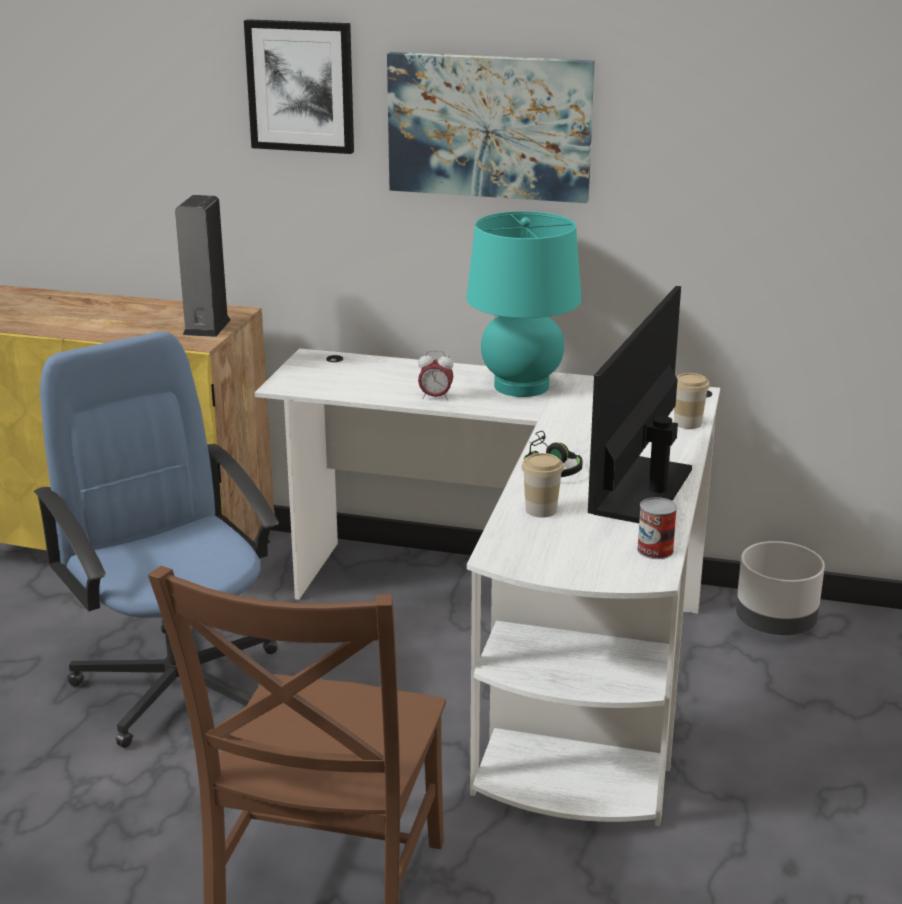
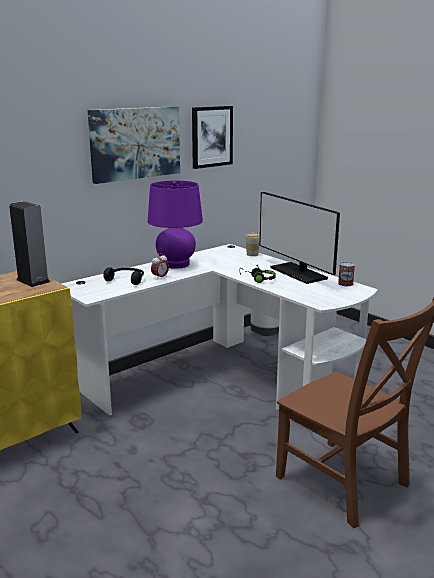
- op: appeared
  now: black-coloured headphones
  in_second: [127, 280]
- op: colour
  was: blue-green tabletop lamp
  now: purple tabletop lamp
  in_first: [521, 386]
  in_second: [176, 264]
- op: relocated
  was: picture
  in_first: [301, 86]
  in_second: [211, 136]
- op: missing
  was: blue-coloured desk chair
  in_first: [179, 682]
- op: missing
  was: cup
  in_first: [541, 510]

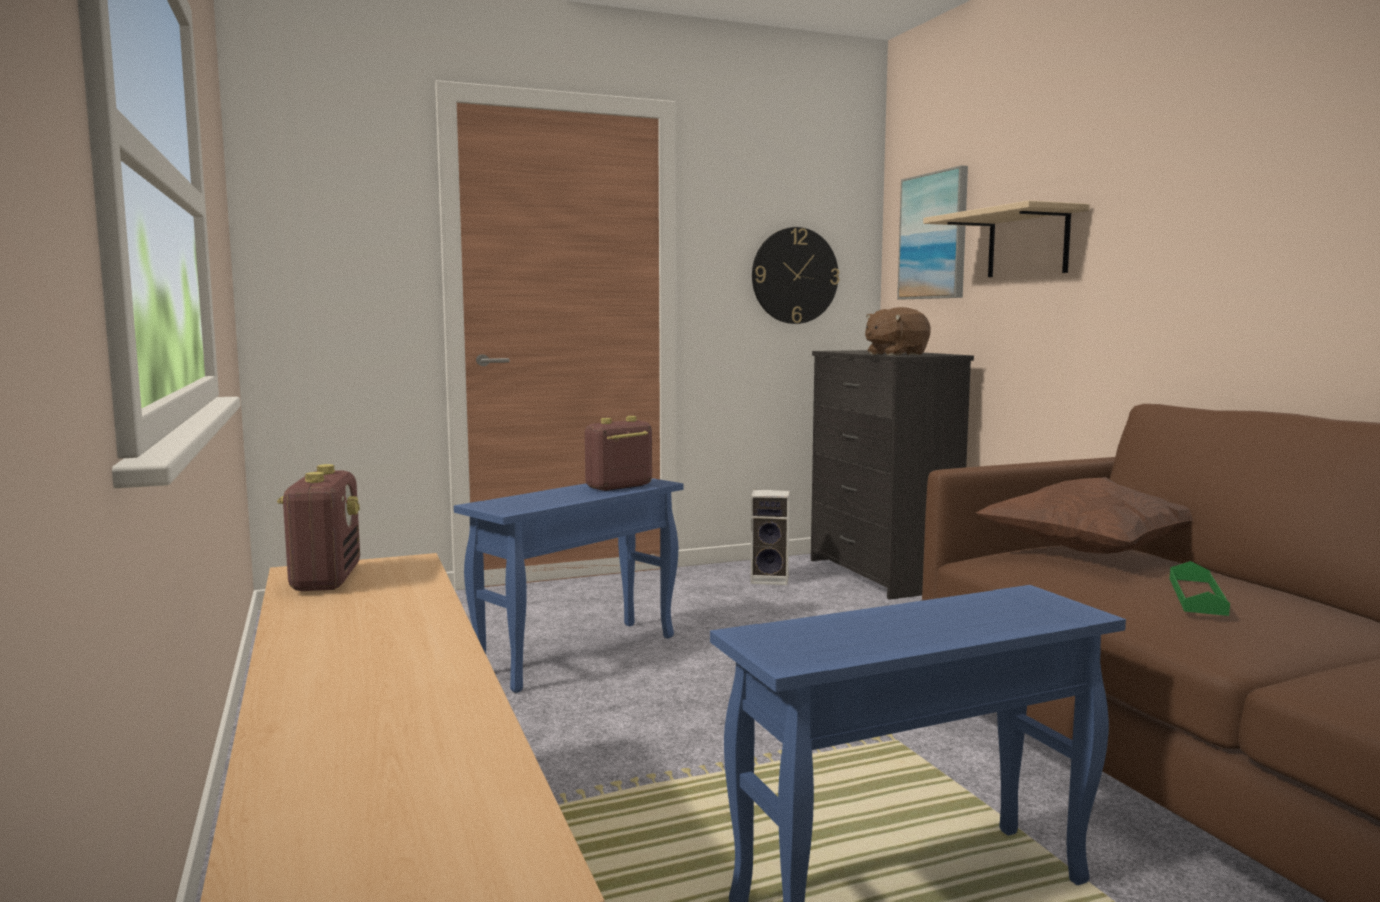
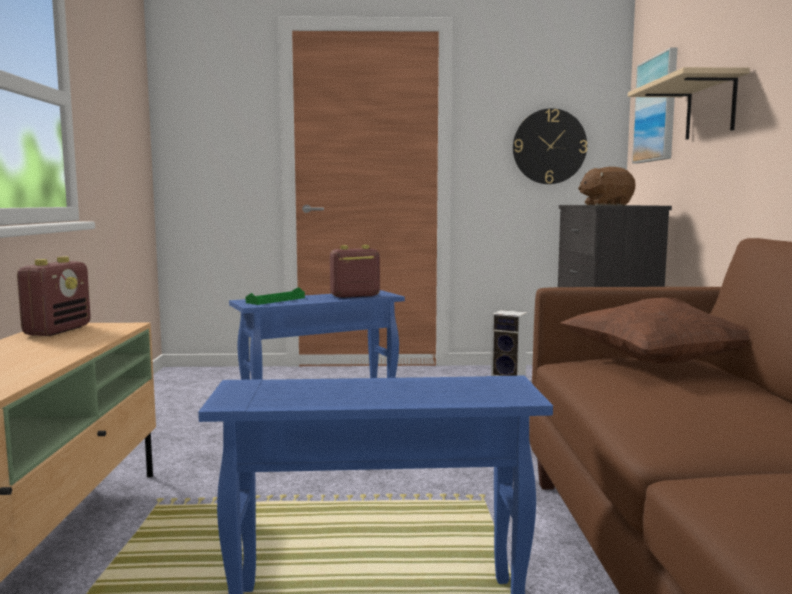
- op: relocated
  was: greenish carrying tray
  in_first: [1197, 596]
  in_second: [276, 300]

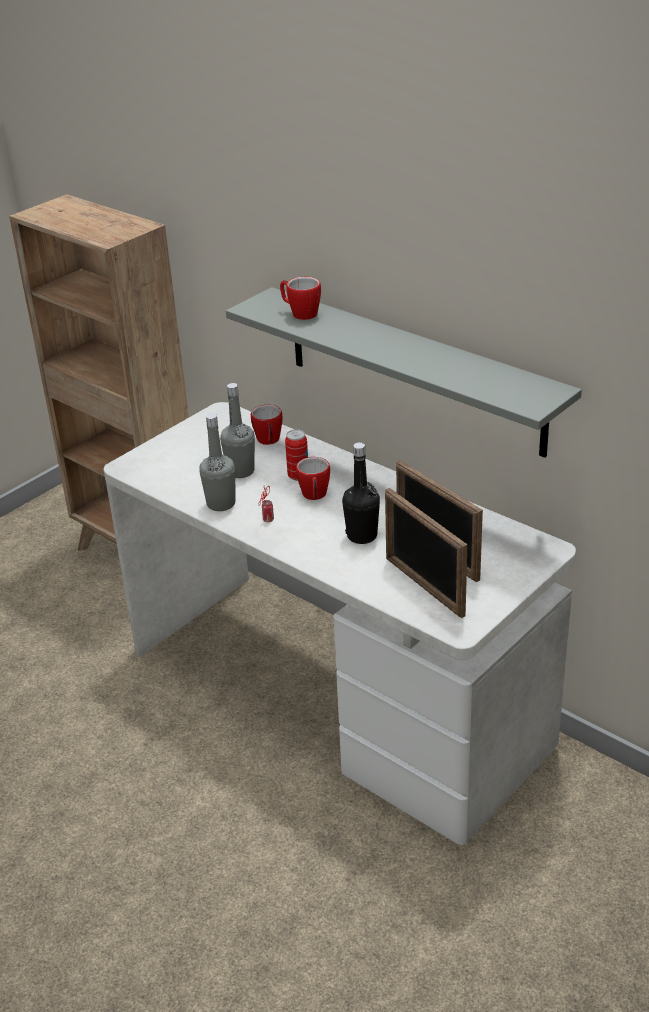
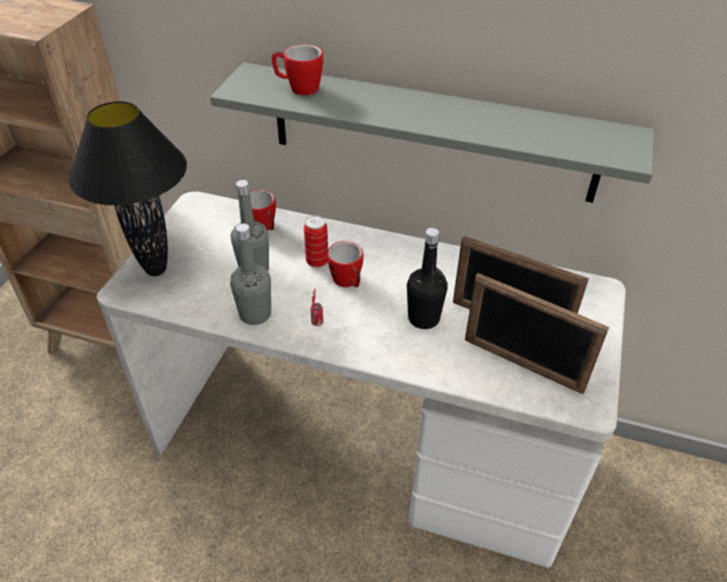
- op: appeared
  now: black-coloured tabletop lamp
  in_second: [157, 269]

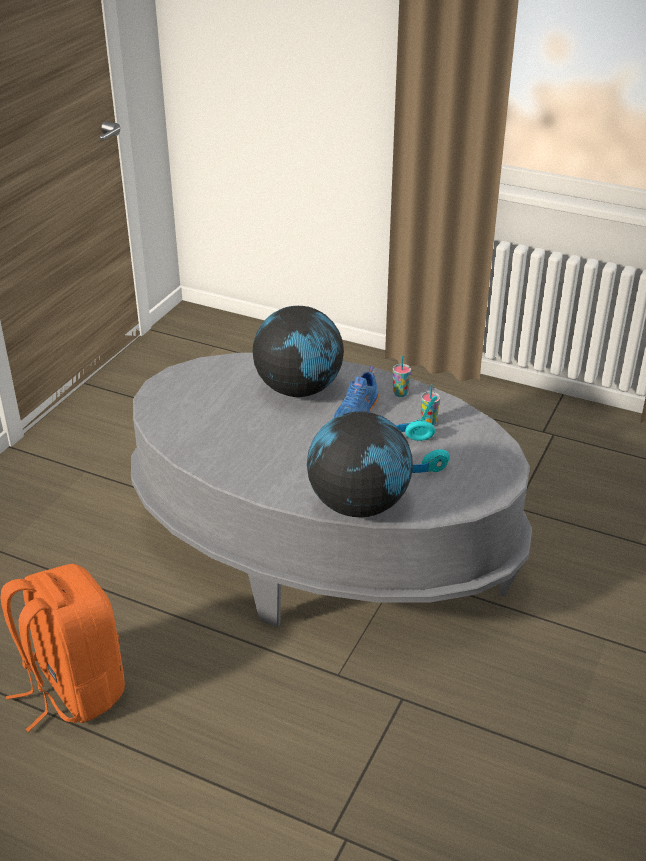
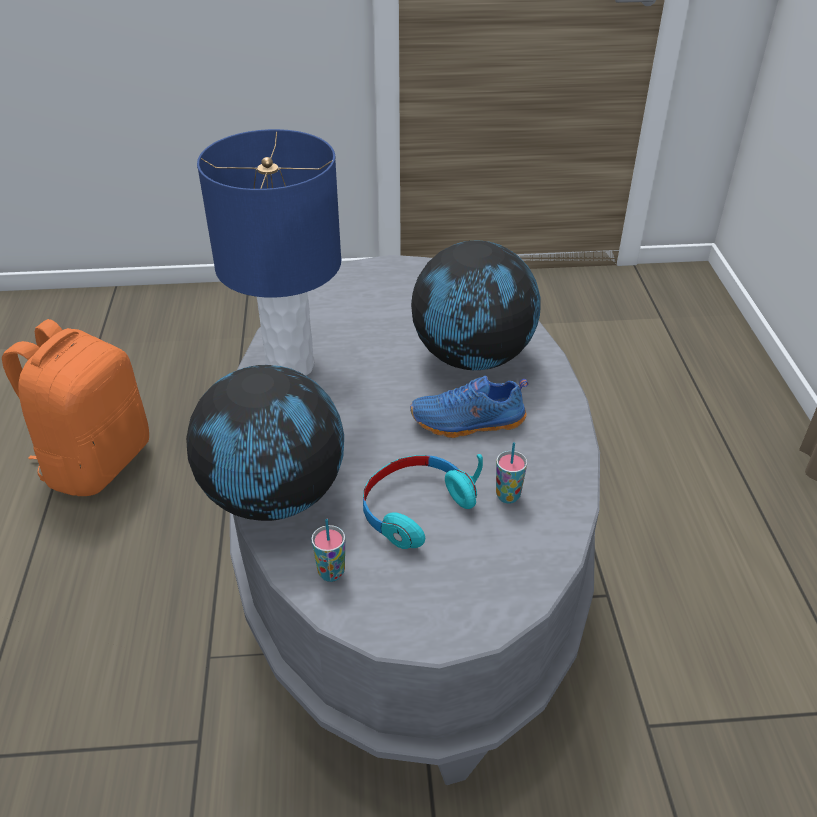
- op: appeared
  now: blue-coloured tabletop lamp
  in_second: [290, 366]
- op: relocated
  was: cup
  in_first: [400, 393]
  in_second: [331, 573]

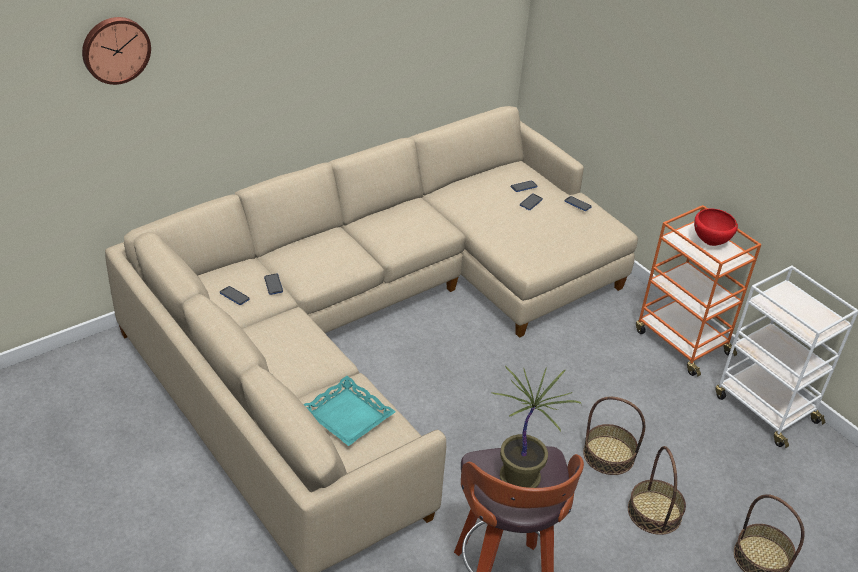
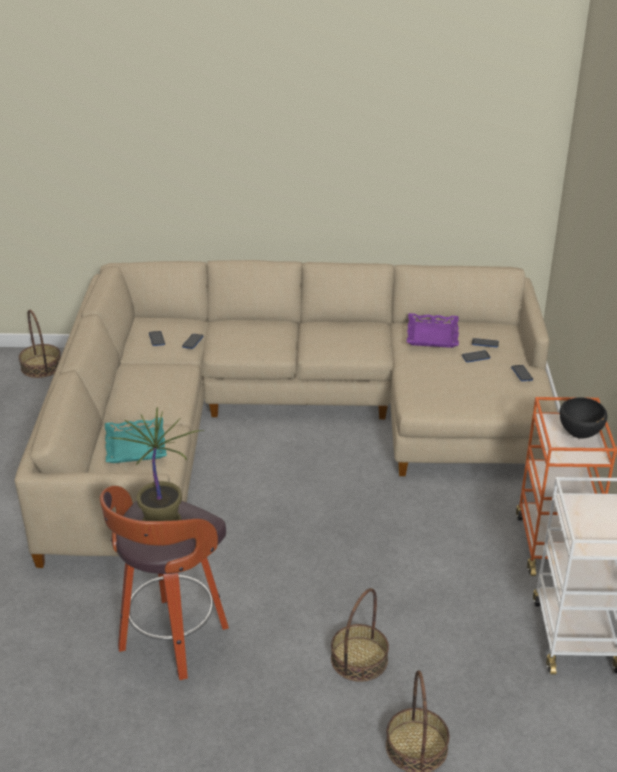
- op: relocated
  was: basket
  in_first: [608, 455]
  in_second: [41, 366]
- op: appeared
  now: purple carrying tray
  in_second: [431, 335]
- op: colour
  was: red serving bowl
  now: black-coloured serving bowl
  in_first: [711, 242]
  in_second: [580, 435]
- op: missing
  was: clock on the wall
  in_first: [115, 49]

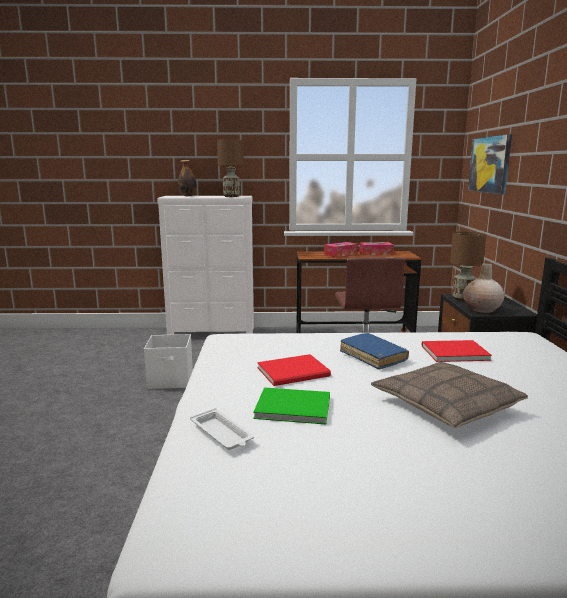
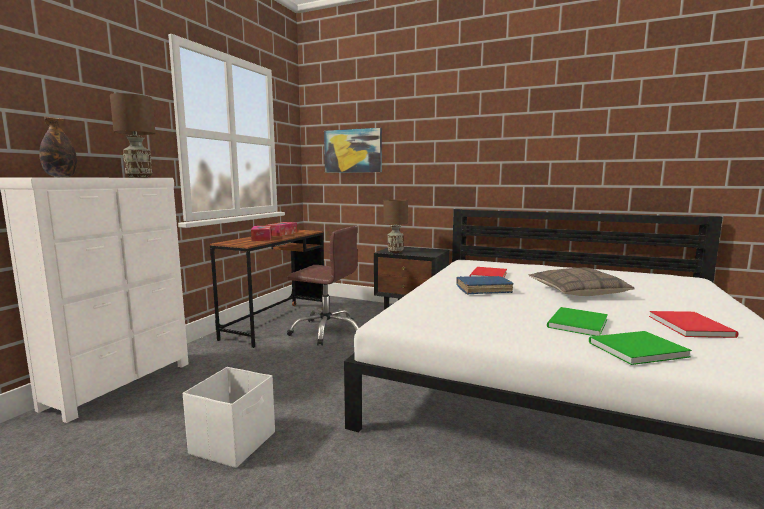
- op: exchanged
  was: white-coloured carrying tray
  now: greenish bound book
  in_first: [222, 434]
  in_second: [634, 349]
- op: relocated
  was: red bound book
  in_first: [295, 372]
  in_second: [690, 325]
- op: missing
  was: sand-coloured flower vase
  in_first: [482, 309]

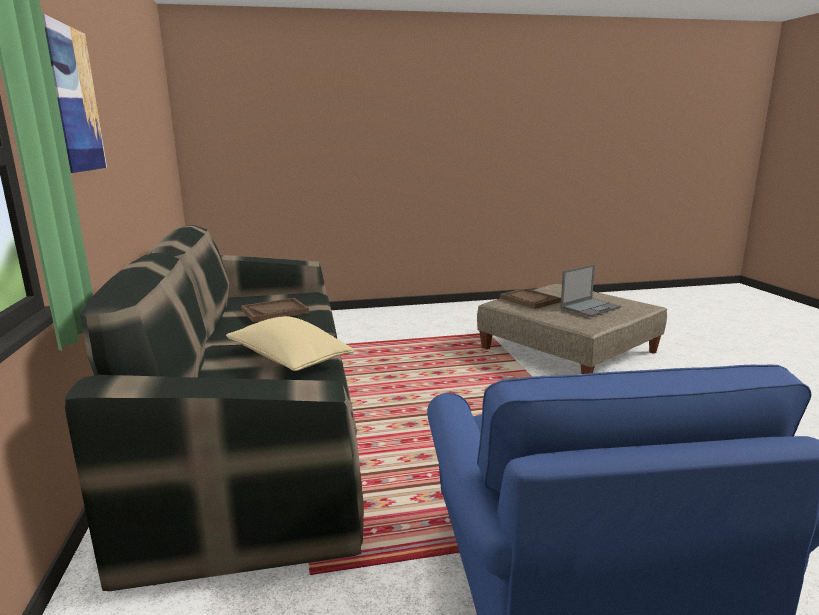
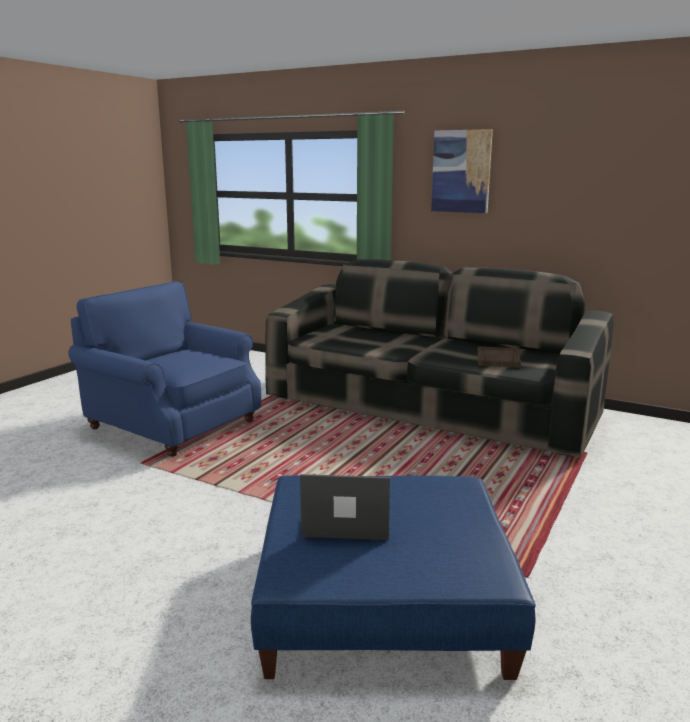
- op: colour
  was: sand-coloured ottoman
  now: blue-coloured ottoman
  in_first: [568, 350]
  in_second: [383, 600]
- op: spun
  was: portable computer
  in_first: [590, 307]
  in_second: [345, 522]
  clockwise: 90
- op: missing
  was: sand-coloured pillow
  in_first: [288, 360]
- op: missing
  was: brown carrying tray
  in_first: [529, 300]

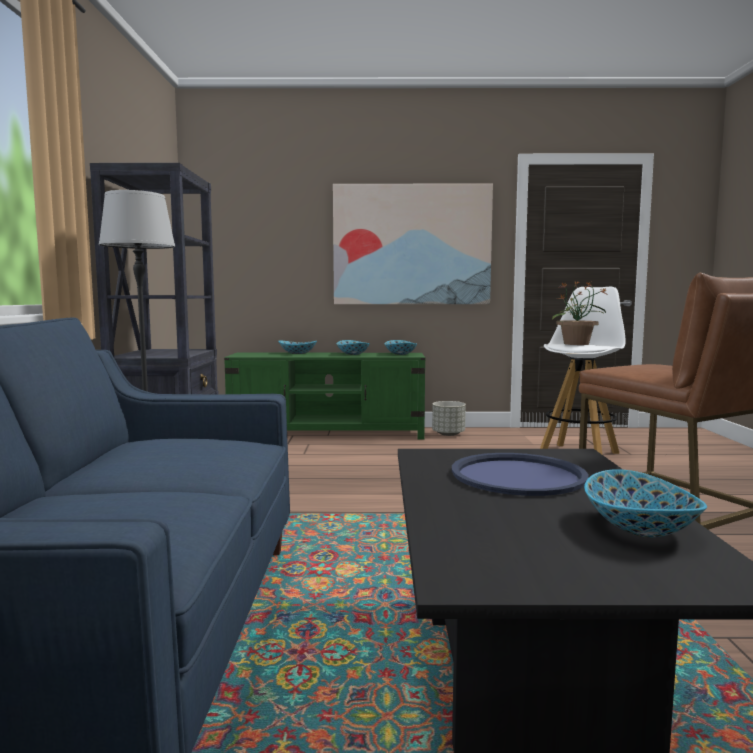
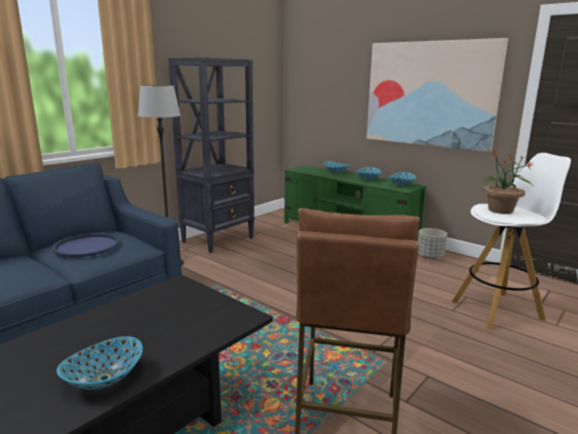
- op: relocated
  was: blue-coloured carrying tray
  in_first: [518, 476]
  in_second: [87, 246]

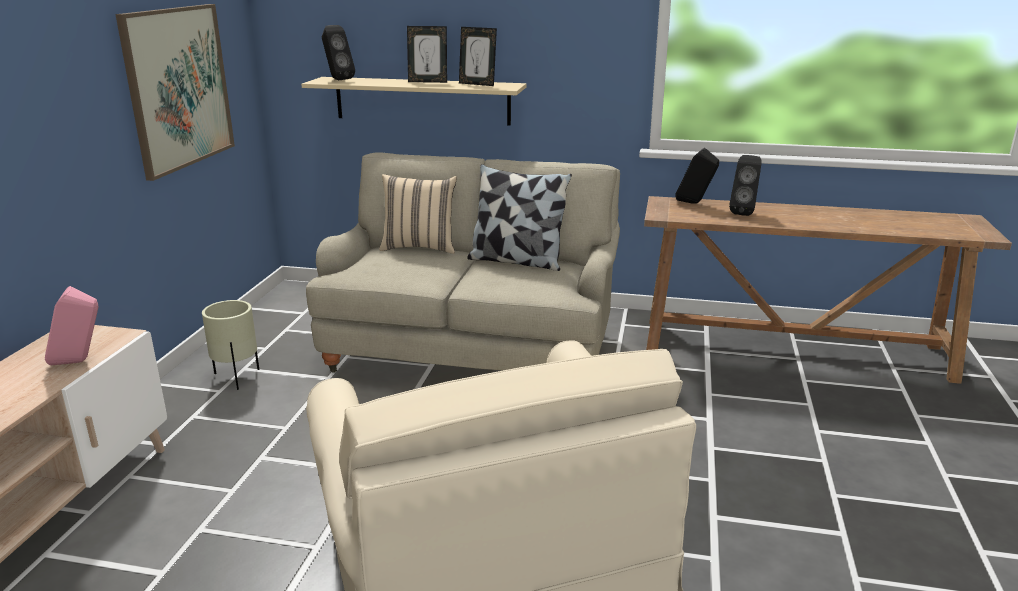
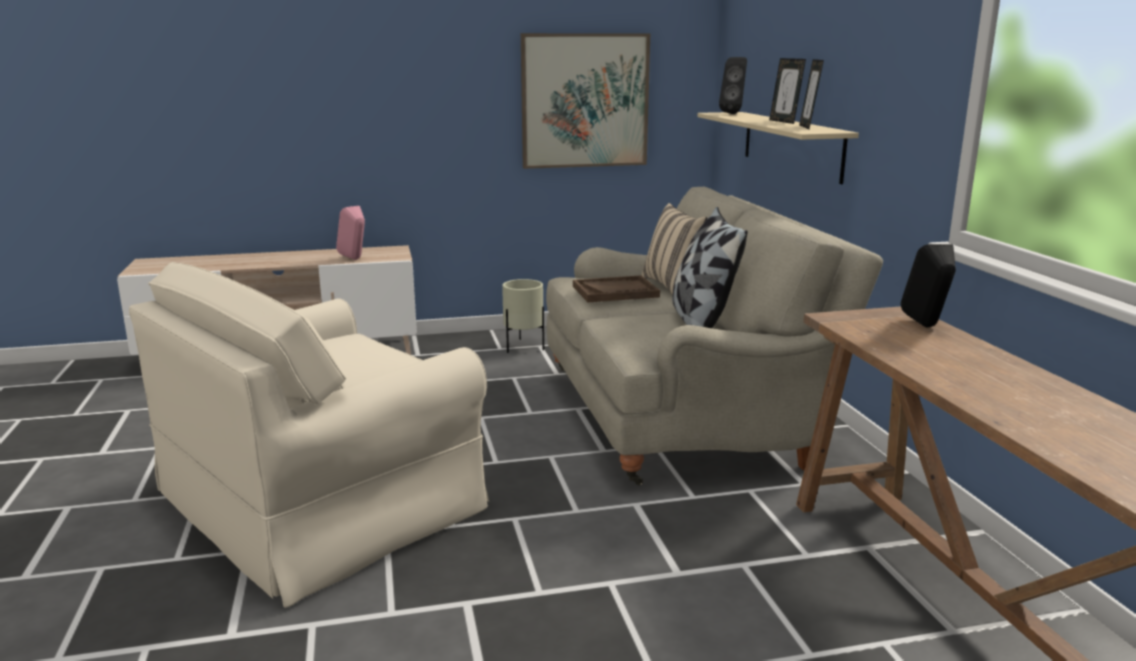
- op: appeared
  now: brown carrying tray
  in_second: [615, 291]
- op: missing
  was: black-coloured audio speaker
  in_first: [743, 213]

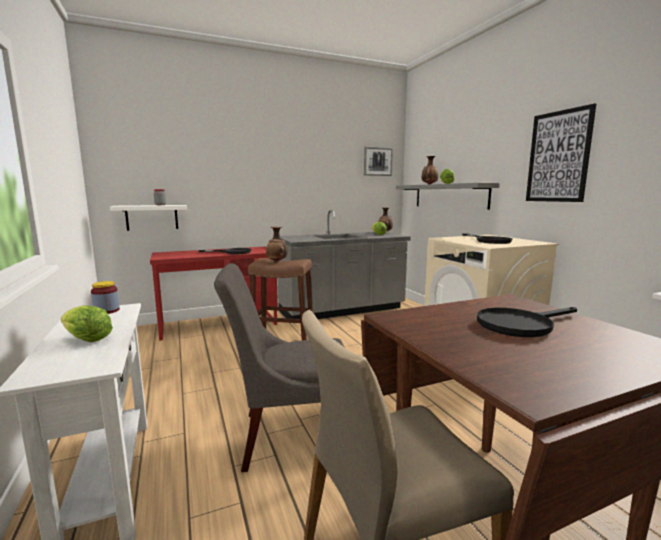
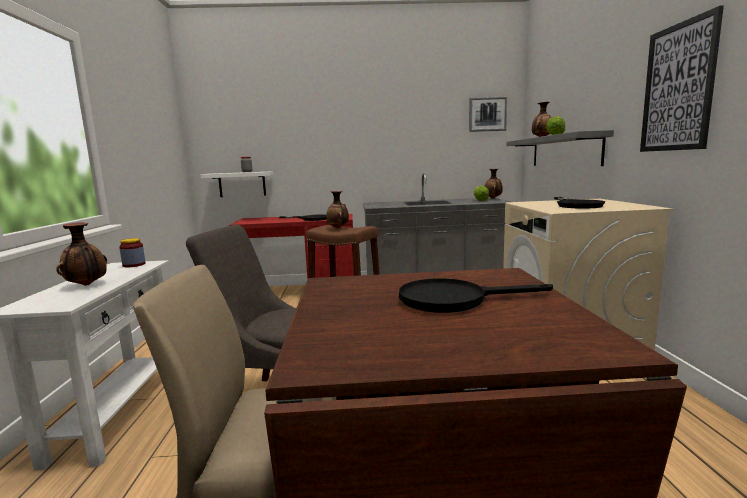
- op: exchanged
  was: lettuce
  now: flower vase
  in_first: [87, 339]
  in_second: [87, 285]

